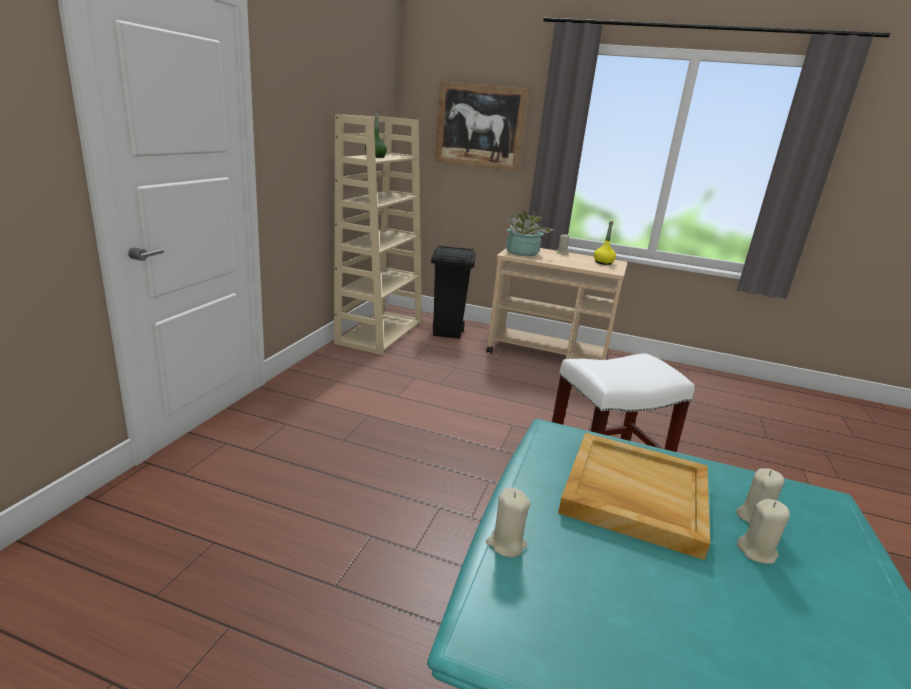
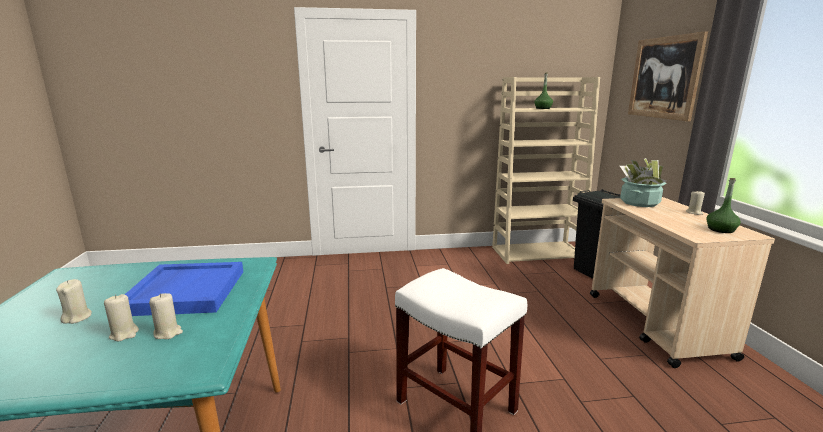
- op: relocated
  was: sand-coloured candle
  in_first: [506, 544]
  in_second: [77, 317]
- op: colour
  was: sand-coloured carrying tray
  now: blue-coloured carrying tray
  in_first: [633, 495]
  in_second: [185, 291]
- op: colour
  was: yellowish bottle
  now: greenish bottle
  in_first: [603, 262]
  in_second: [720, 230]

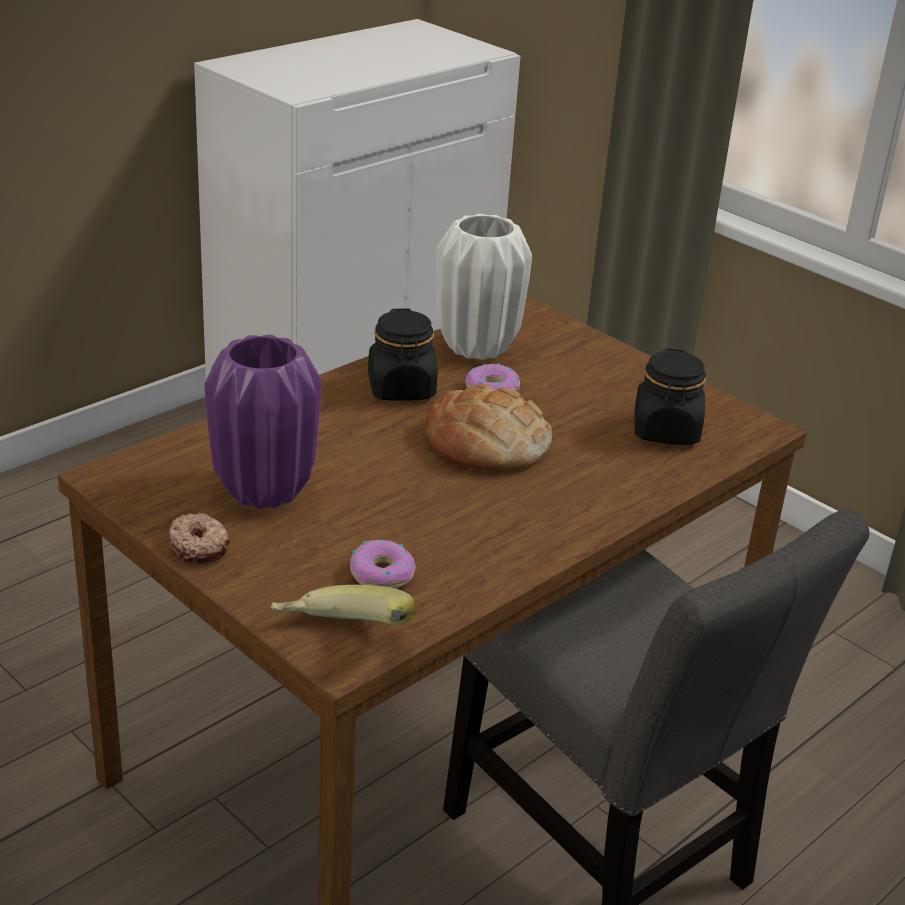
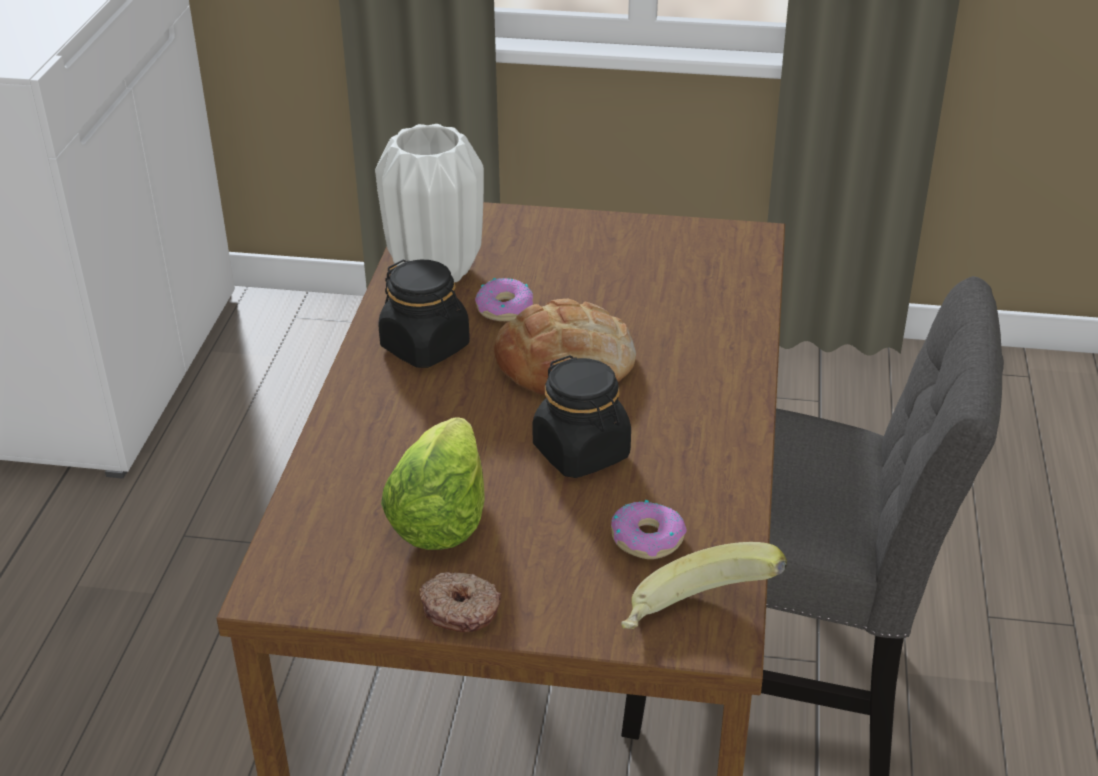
- op: exchanged
  was: purple flower vase
  now: lettuce
  in_first: [263, 490]
  in_second: [440, 518]
- op: relocated
  was: black-coloured jar
  in_first: [666, 431]
  in_second: [582, 452]

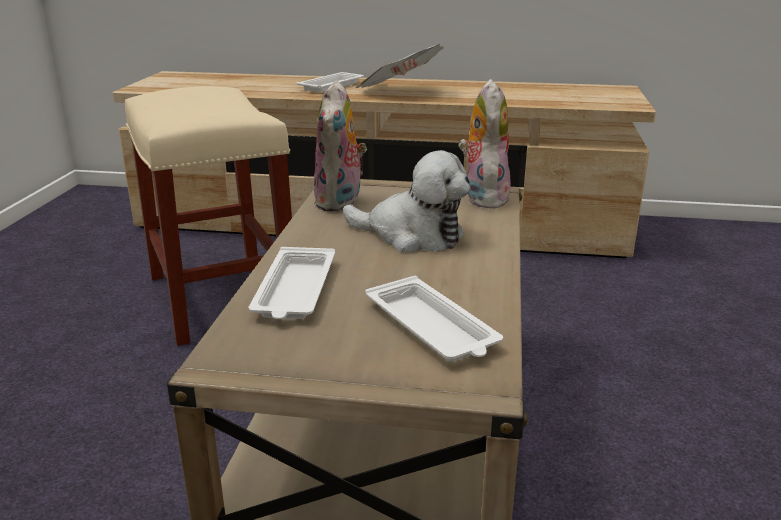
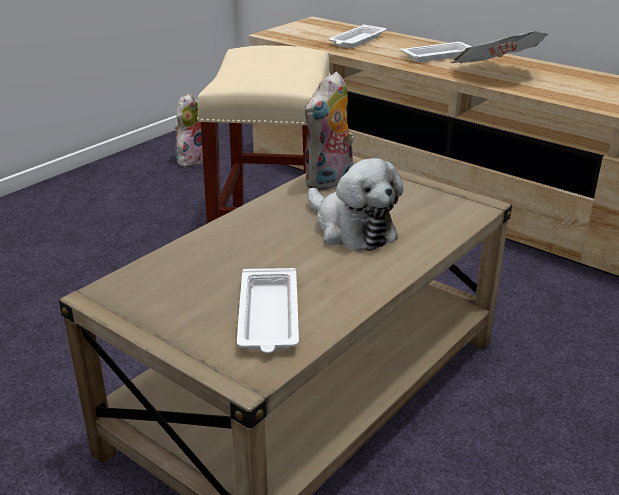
- op: relocated
  was: plush toy
  in_first: [482, 197]
  in_second: [191, 159]
- op: relocated
  was: white-coloured carrying tray
  in_first: [295, 291]
  in_second: [356, 41]

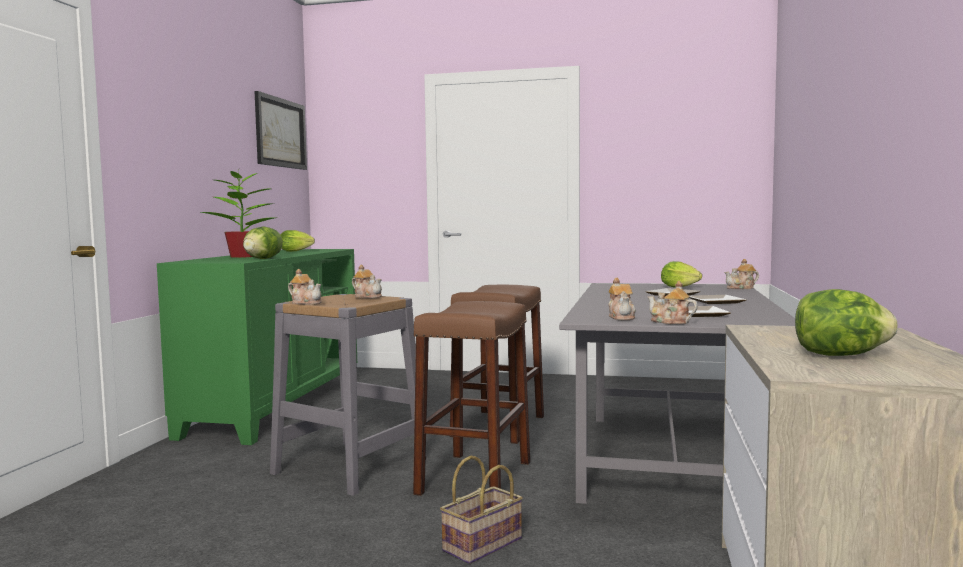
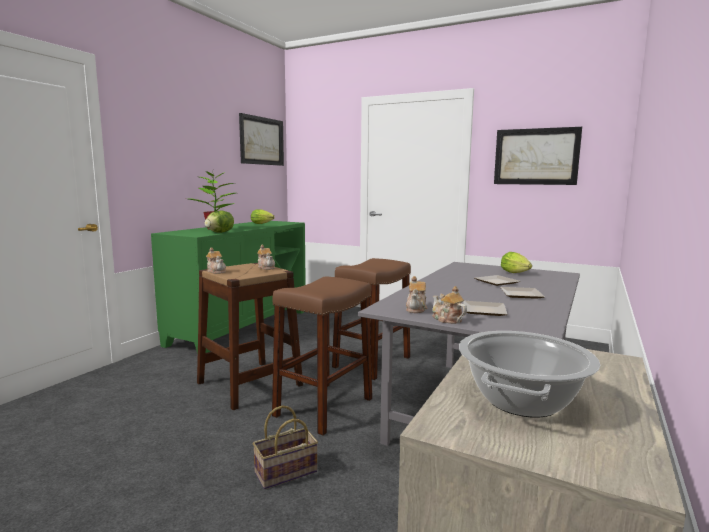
- op: colour
  was: greyish stool
  now: brown stool
  in_first: [350, 466]
  in_second: [249, 383]
- op: exchanged
  was: lettuce
  now: stockpot
  in_first: [839, 356]
  in_second: [521, 400]
- op: appeared
  now: picture
  in_second: [536, 156]
- op: missing
  was: teapot
  in_first: [741, 288]

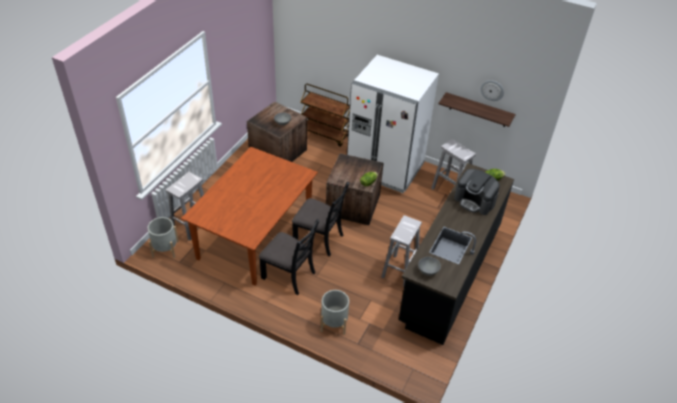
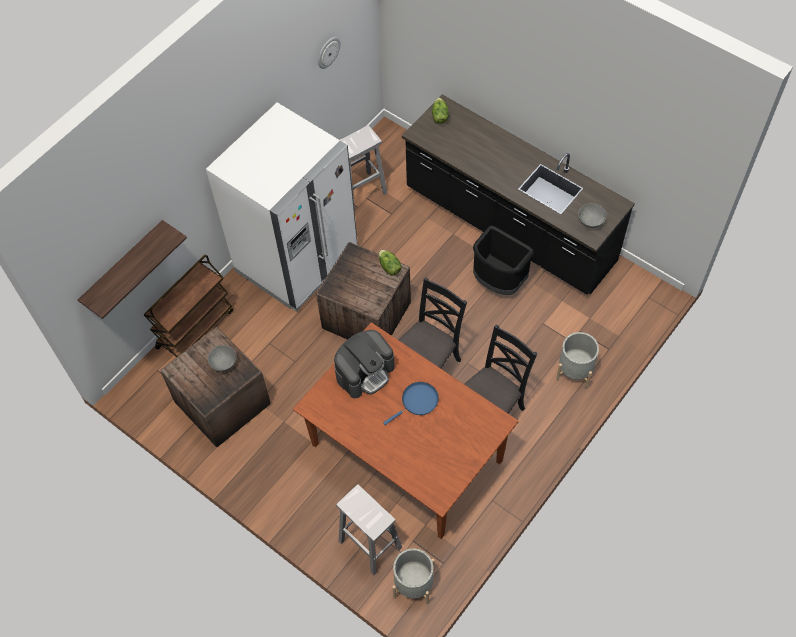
- op: relocated
  was: wall shelf
  in_first: [478, 110]
  in_second: [124, 267]
- op: relocated
  was: coffee maker
  in_first: [475, 201]
  in_second: [365, 372]
- op: appeared
  now: blue-coloured frying pan
  in_second: [417, 402]
- op: exchanged
  was: white-coloured stool
  now: black-coloured trash can
  in_first: [399, 271]
  in_second: [499, 281]

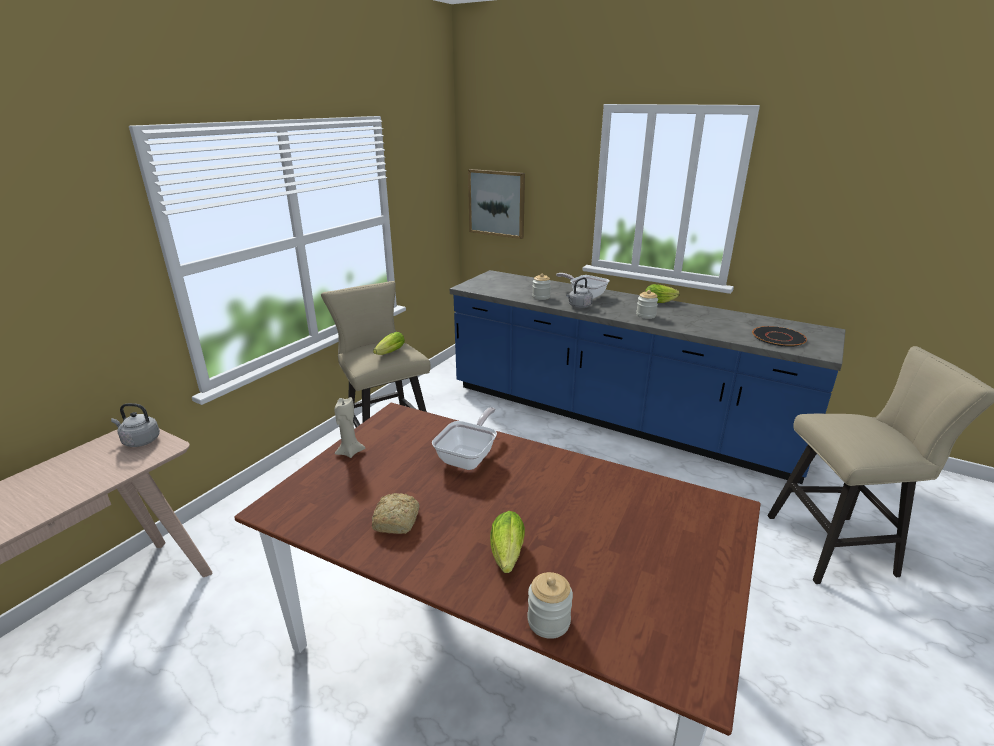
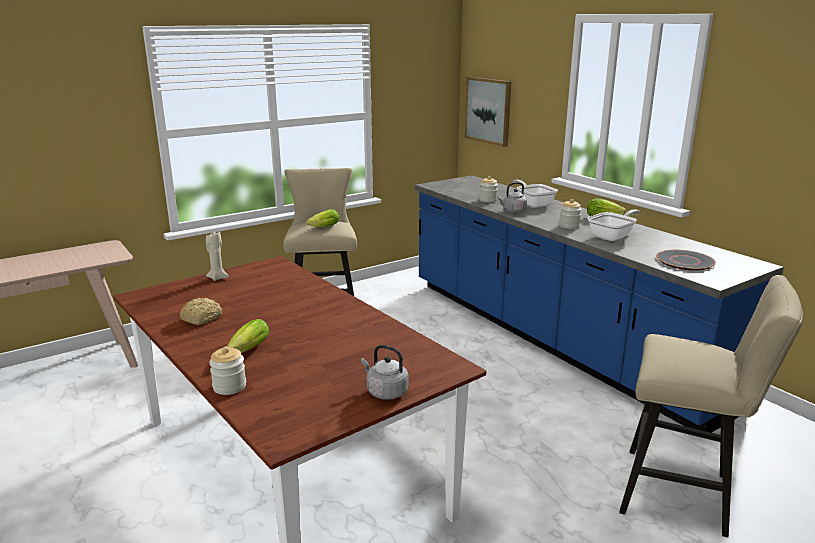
- op: relocated
  was: greyish water kettle
  in_first: [140, 441]
  in_second: [385, 392]
- op: relocated
  was: frying pan
  in_first: [469, 456]
  in_second: [613, 236]

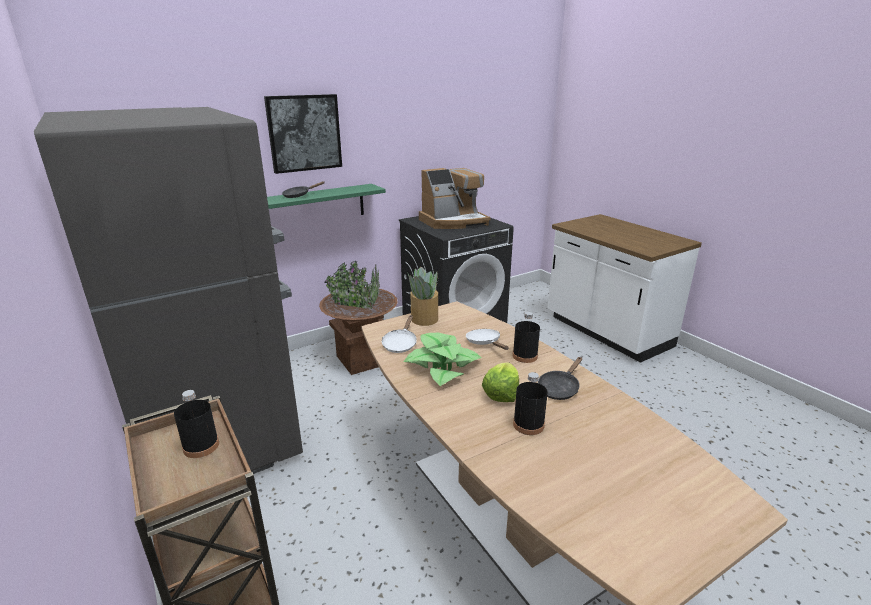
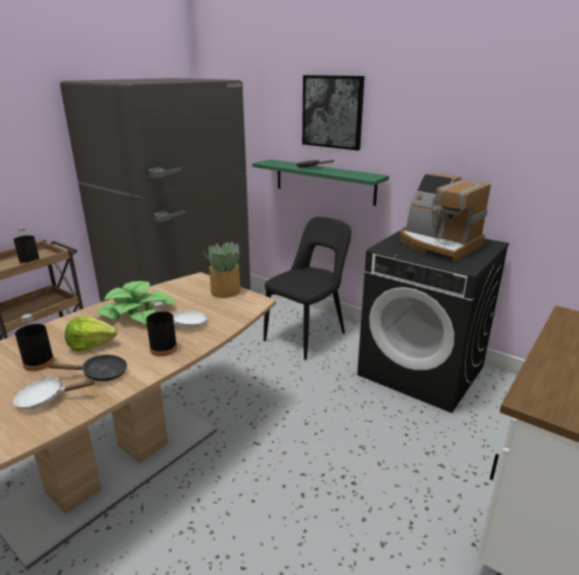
- op: relocated
  was: white-coloured frying pan
  in_first: [400, 344]
  in_second: [46, 399]
- op: spun
  was: black-coloured frying pan
  in_first: [559, 388]
  in_second: [100, 374]
  clockwise: 150
- op: exchanged
  was: brown flower pot
  now: black-coloured plain chair
  in_first: [363, 359]
  in_second: [308, 335]

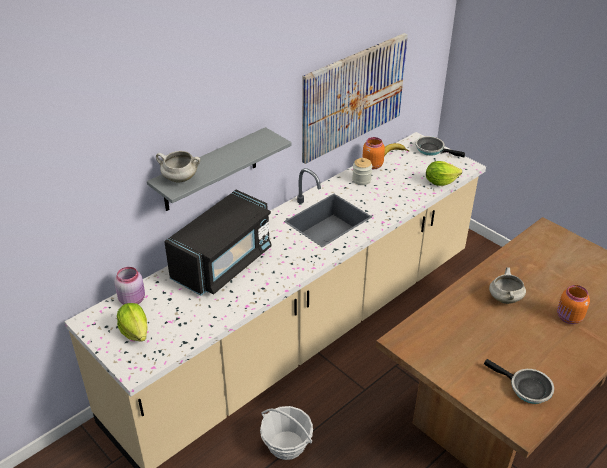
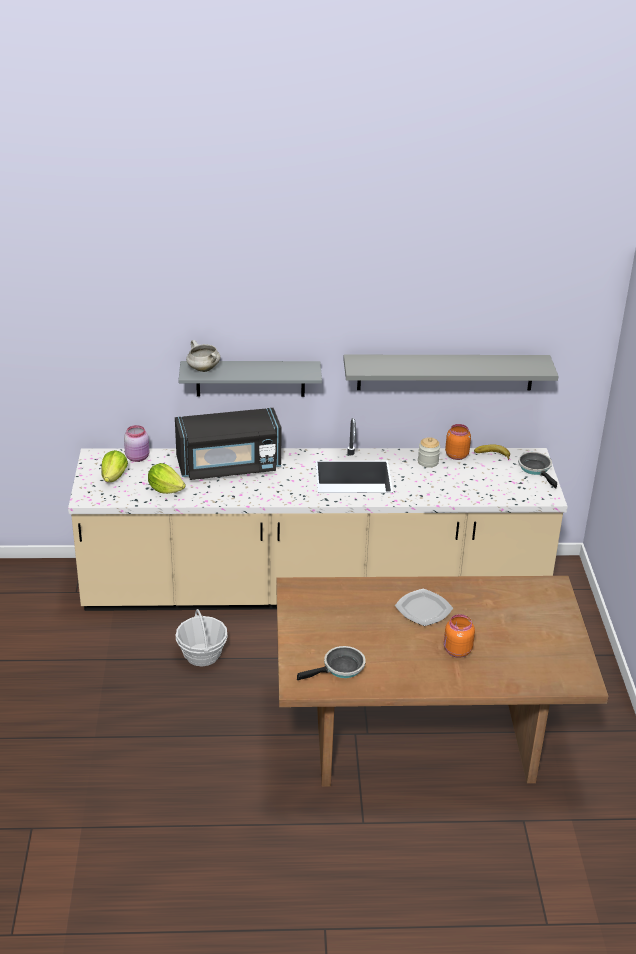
- op: relocated
  was: lettuce
  in_first: [440, 182]
  in_second: [165, 489]
- op: spun
  was: frying pan
  in_first: [526, 388]
  in_second: [340, 668]
  clockwise: -105
- op: exchanged
  was: picture
  now: greyish wall shelf
  in_first: [353, 96]
  in_second: [445, 372]
- op: exchanged
  was: white-coloured stockpot
  now: dinner plate
  in_first: [504, 298]
  in_second: [423, 609]

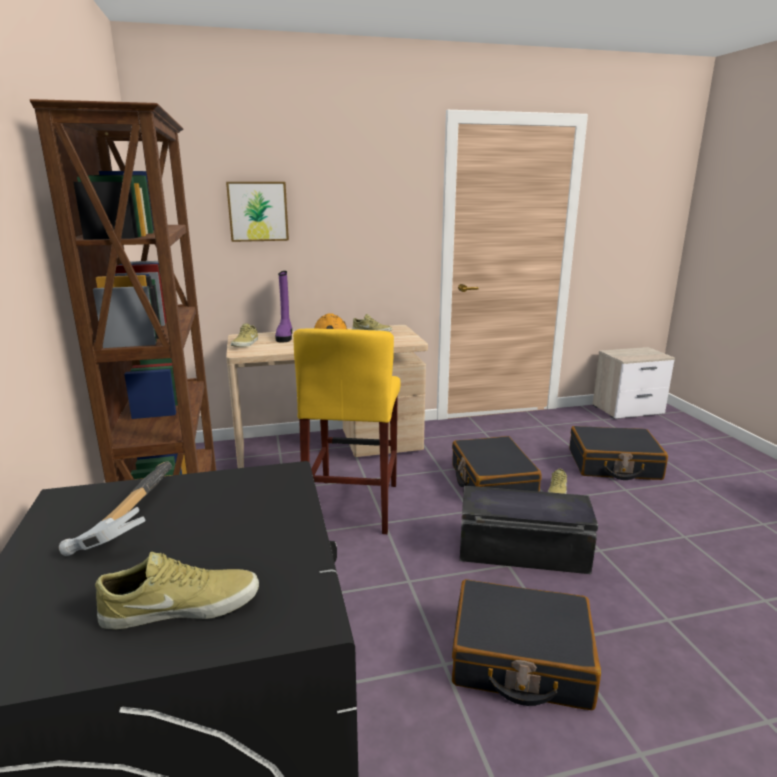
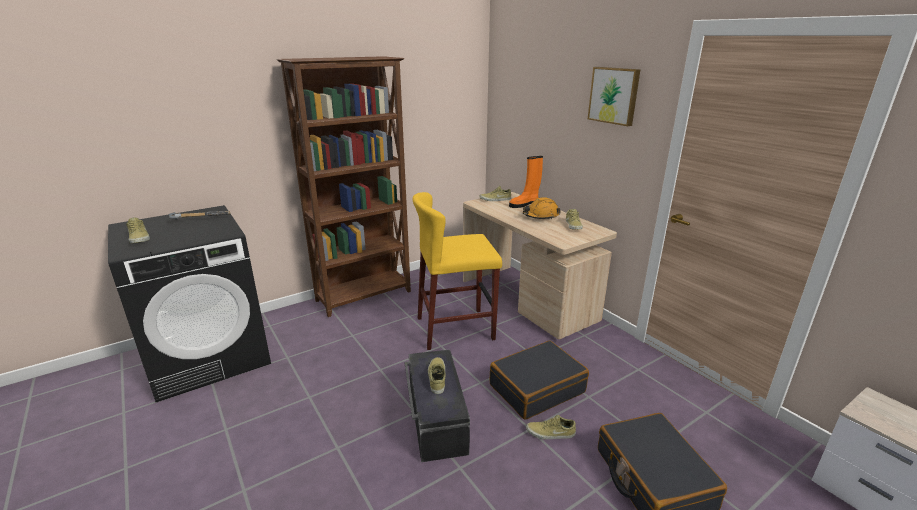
- op: appeared
  now: sand-coloured item of footwear
  in_second: [436, 378]
- op: colour
  was: purple boot
  now: orange boot
  in_first: [285, 336]
  in_second: [524, 204]
- op: relocated
  was: picture
  in_first: [258, 211]
  in_second: [614, 95]
- op: missing
  was: black-coloured piece of luggage
  in_first: [520, 659]

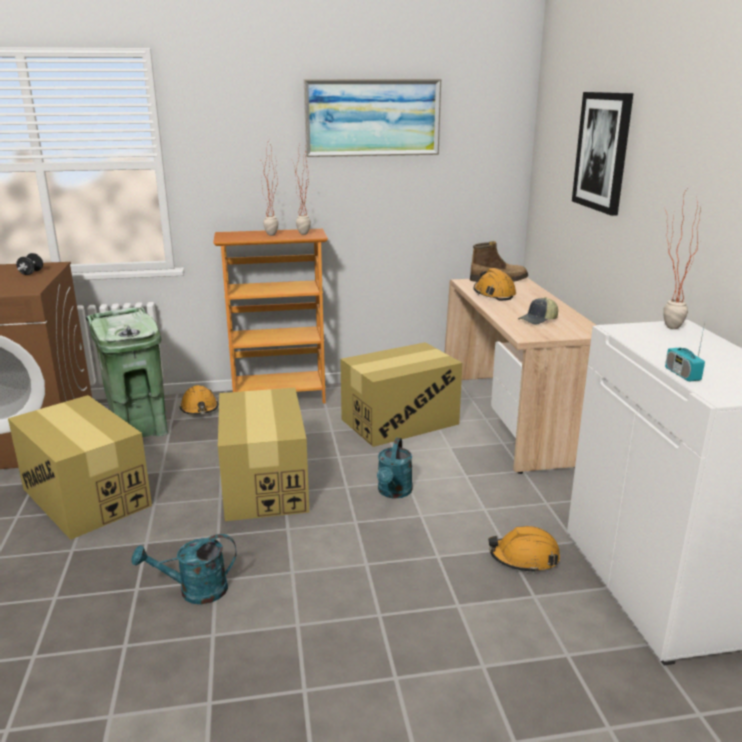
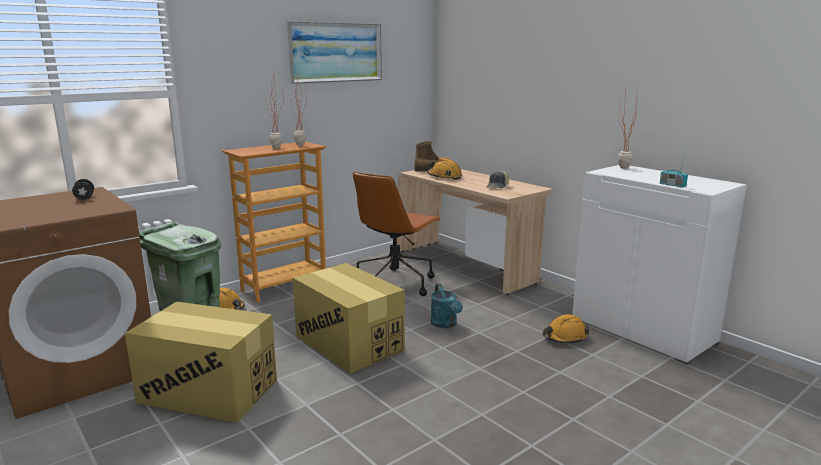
- op: exchanged
  was: cardboard box
  now: brown desk chair
  in_first: [399, 422]
  in_second: [395, 283]
- op: missing
  was: blue-green watering pot
  in_first: [194, 591]
- op: missing
  was: picture
  in_first: [602, 151]

